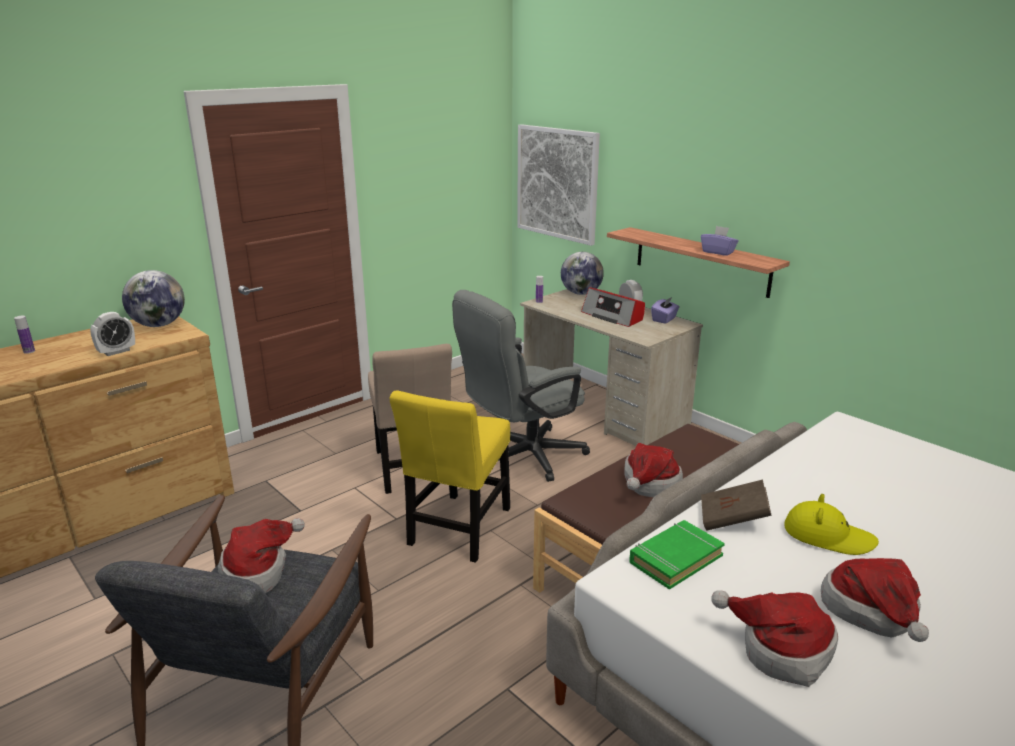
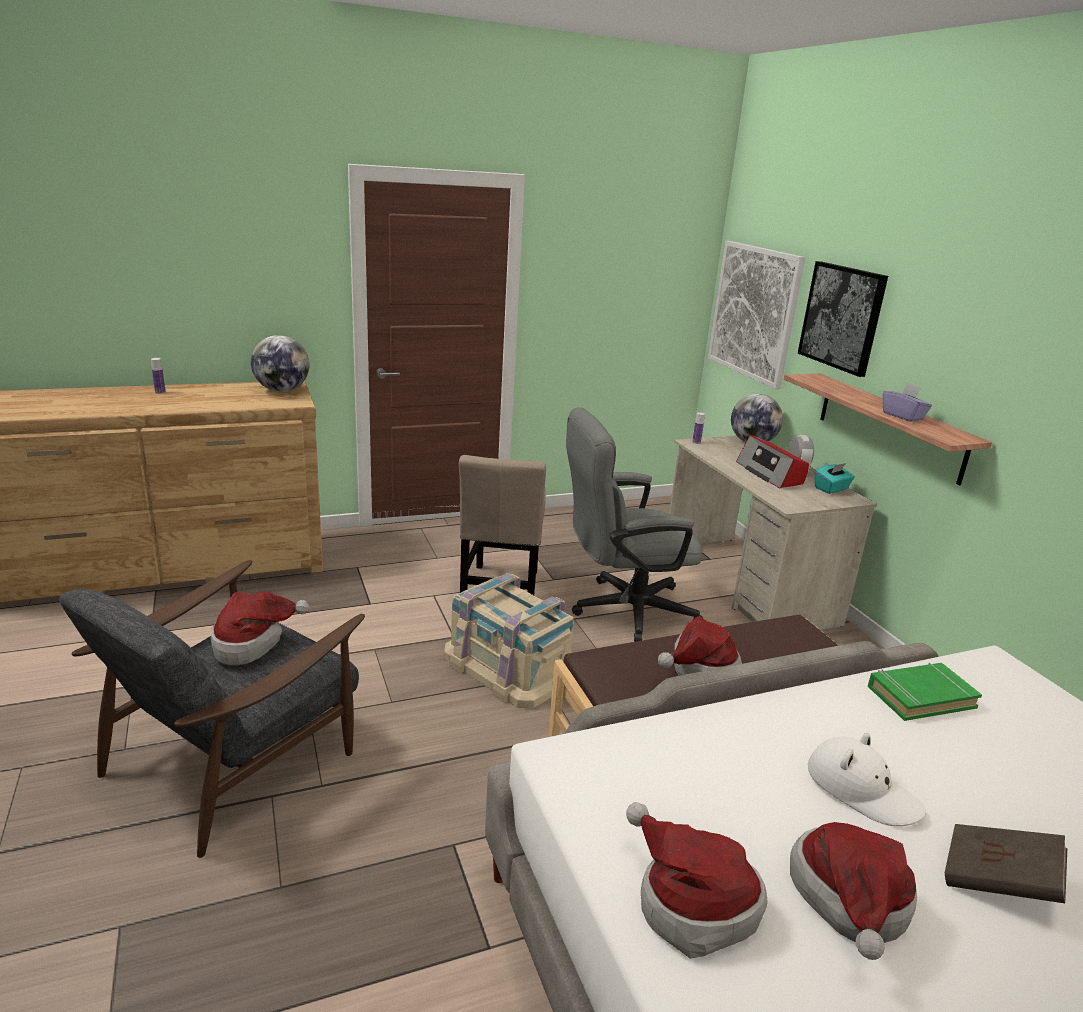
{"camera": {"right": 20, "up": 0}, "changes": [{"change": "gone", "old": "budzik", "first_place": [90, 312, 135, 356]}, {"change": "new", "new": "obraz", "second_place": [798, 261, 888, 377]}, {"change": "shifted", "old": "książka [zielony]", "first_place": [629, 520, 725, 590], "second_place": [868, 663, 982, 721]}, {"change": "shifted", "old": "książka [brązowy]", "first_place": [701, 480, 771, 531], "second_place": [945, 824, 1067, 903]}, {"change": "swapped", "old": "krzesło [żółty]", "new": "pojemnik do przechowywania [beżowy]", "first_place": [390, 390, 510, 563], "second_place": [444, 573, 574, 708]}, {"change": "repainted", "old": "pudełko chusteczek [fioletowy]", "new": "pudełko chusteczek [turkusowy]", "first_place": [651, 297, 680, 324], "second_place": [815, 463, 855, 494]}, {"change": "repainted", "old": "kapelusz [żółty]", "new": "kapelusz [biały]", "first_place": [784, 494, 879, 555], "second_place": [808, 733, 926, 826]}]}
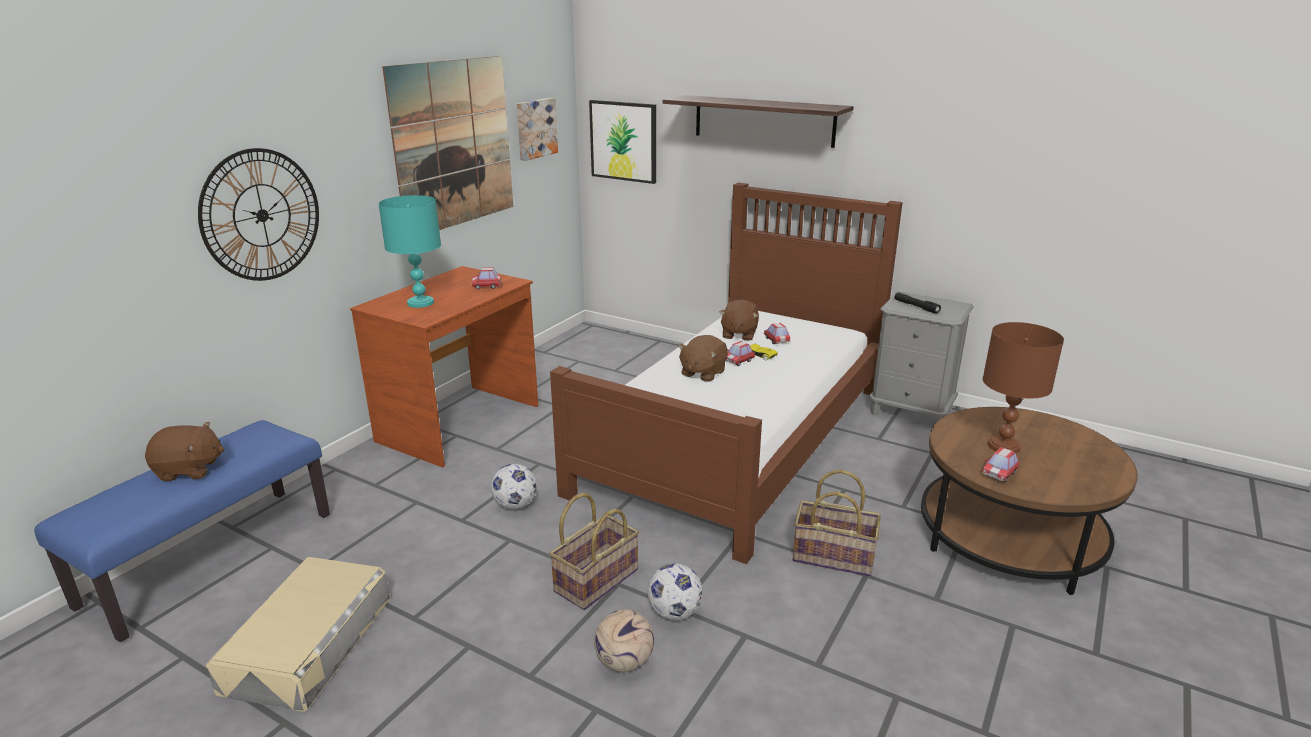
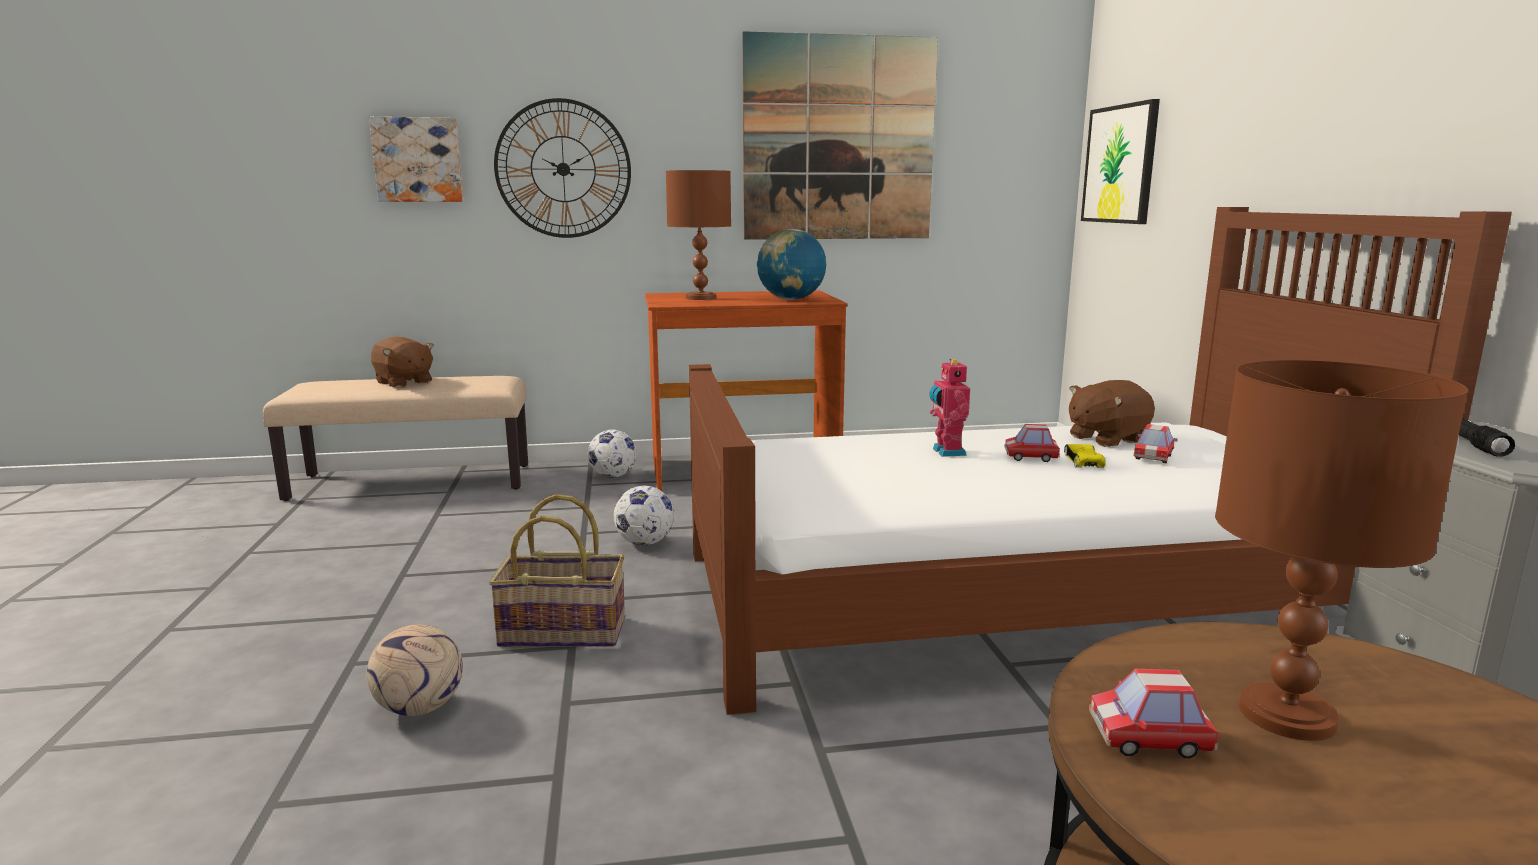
{"camera": {"right": 50, "up": -10}, "changes": [{"change": "gone", "old": "pojemnik do przechowywania [beżowy]", "first_place": [206, 557, 390, 712]}, {"change": "gone", "old": "półka", "first_place": [663, 95, 854, 148]}, {"change": "gone", "old": "koszyk", "first_place": [793, 469, 881, 576]}, {"change": "shifted", "old": "obraz", "first_place": [517, 98, 558, 161], "second_place": [369, 117, 463, 202]}, {"change": "shifted", "old": "piłka futbolowa", "first_place": [648, 564, 703, 621], "second_place": [588, 429, 637, 478]}, {"change": "swapped", "old": "samochodzik", "new": "globus", "first_place": [472, 267, 501, 289], "second_place": [757, 229, 826, 300]}, {"change": "swapped", "old": "pluszak [brązowy]", "new": "robot zabawkowy", "first_place": [678, 335, 728, 382], "second_place": [929, 359, 970, 457]}, {"change": "repainted", "old": "ławka [niebieski]", "new": "ławka [beżowy]", "first_place": [34, 420, 330, 642], "second_place": [263, 376, 528, 501]}, {"change": "repainted", "old": "lampa stołowa [turkusowy]", "new": "lampa stołowa [brązowy]", "first_place": [378, 195, 441, 308], "second_place": [666, 170, 731, 300]}]}
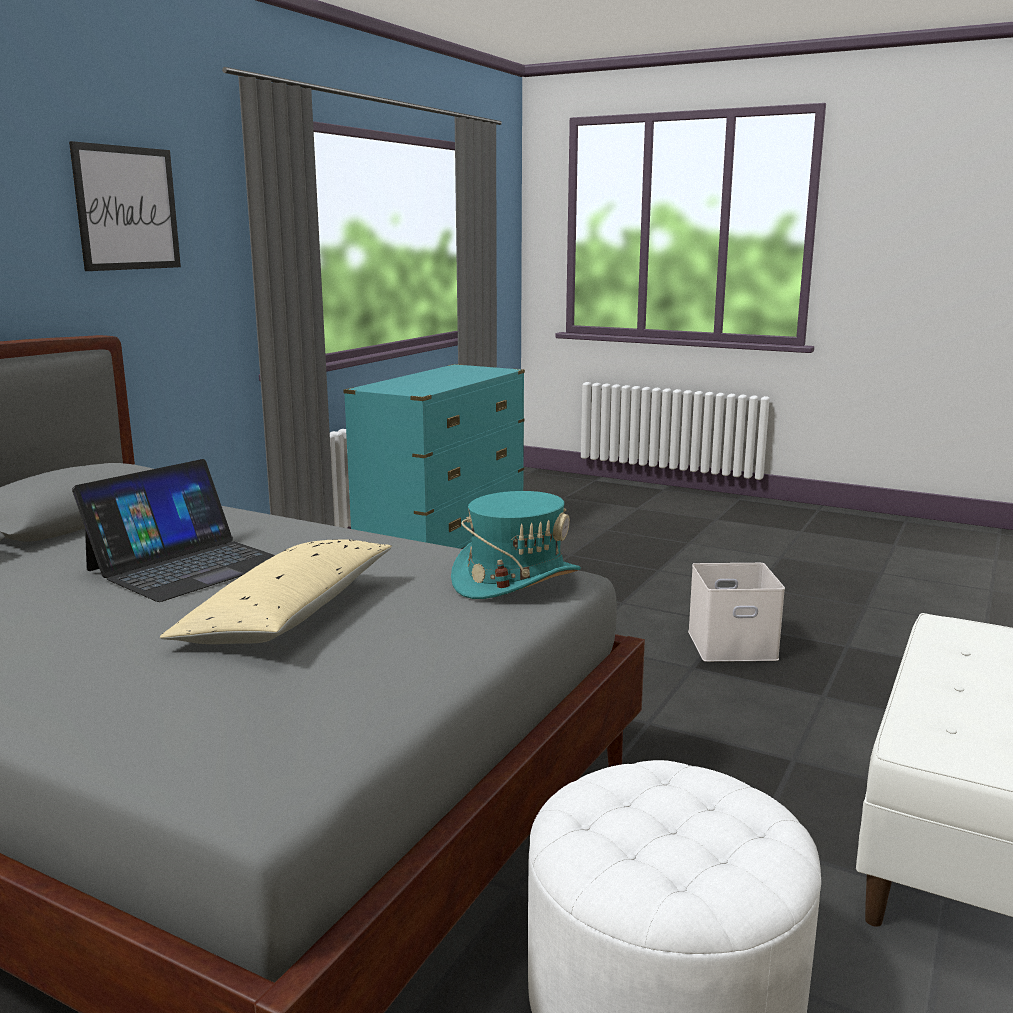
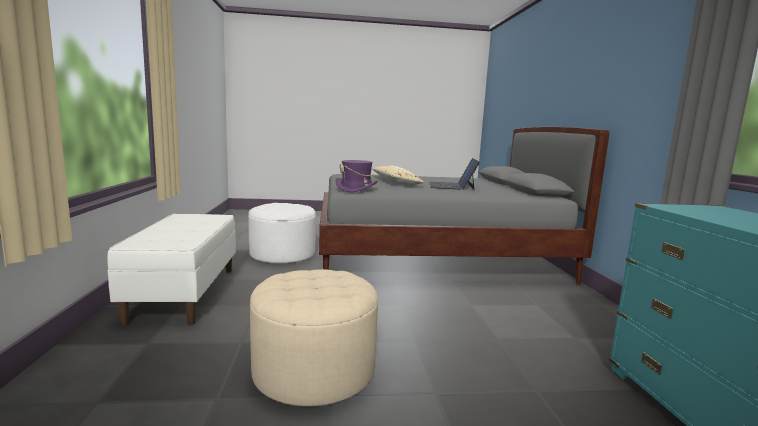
{"camera": {"right": 145, "up": -5}, "changes": [{"change": "gone", "old": "obraz", "first_place": [69, 141, 181, 271]}, {"change": "swapped", "old": "pojemnik do przechowywania [biały]", "new": "pufa [beżowy]", "first_place": [688, 563, 785, 662], "second_place": [250, 269, 378, 407]}, {"change": "repainted", "old": "kapelusz [turkusowy]", "new": "kapelusz [fioletowy]", "first_place": [451, 491, 581, 599], "second_place": [335, 160, 377, 192]}]}
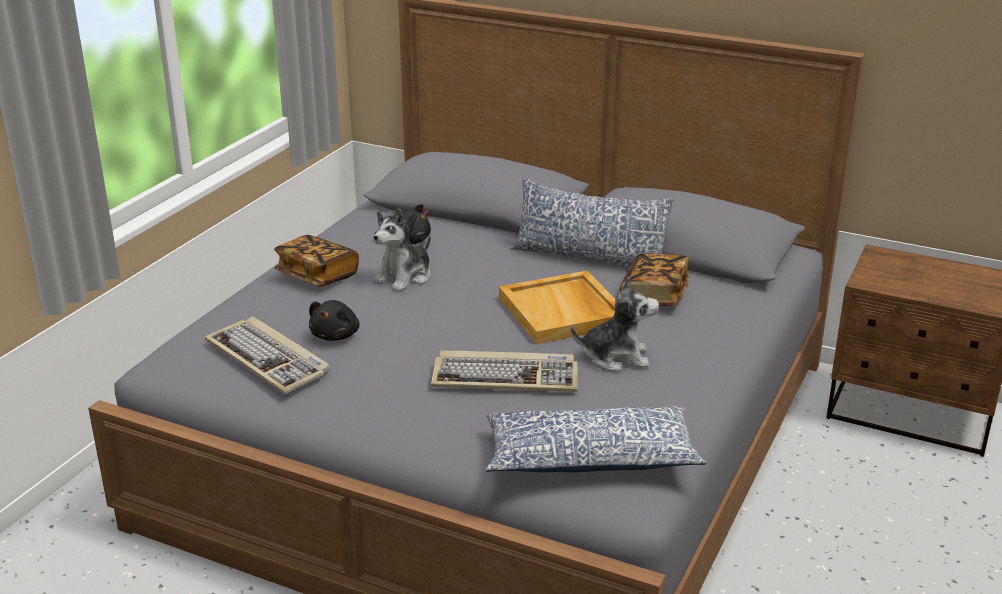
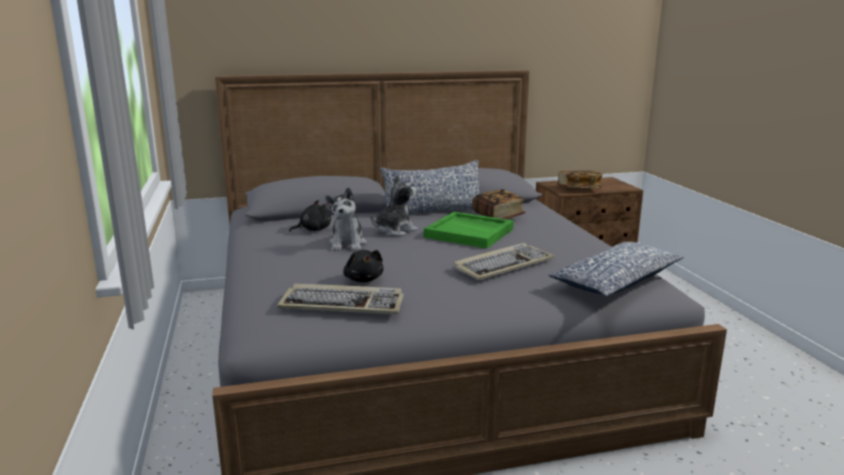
{"camera": {"right": -40, "up": -10}, "changes": [{"change": "shifted", "old": "książka", "first_place": [274, 235, 359, 287], "second_place": [558, 171, 603, 188]}, {"change": "shifted", "old": "pluszak", "first_place": [571, 277, 659, 372], "second_place": [370, 175, 418, 236]}, {"change": "repainted", "old": "taca [beżowy]", "new": "taca [zielony]", "first_place": [499, 270, 615, 344], "second_place": [424, 212, 514, 249]}]}
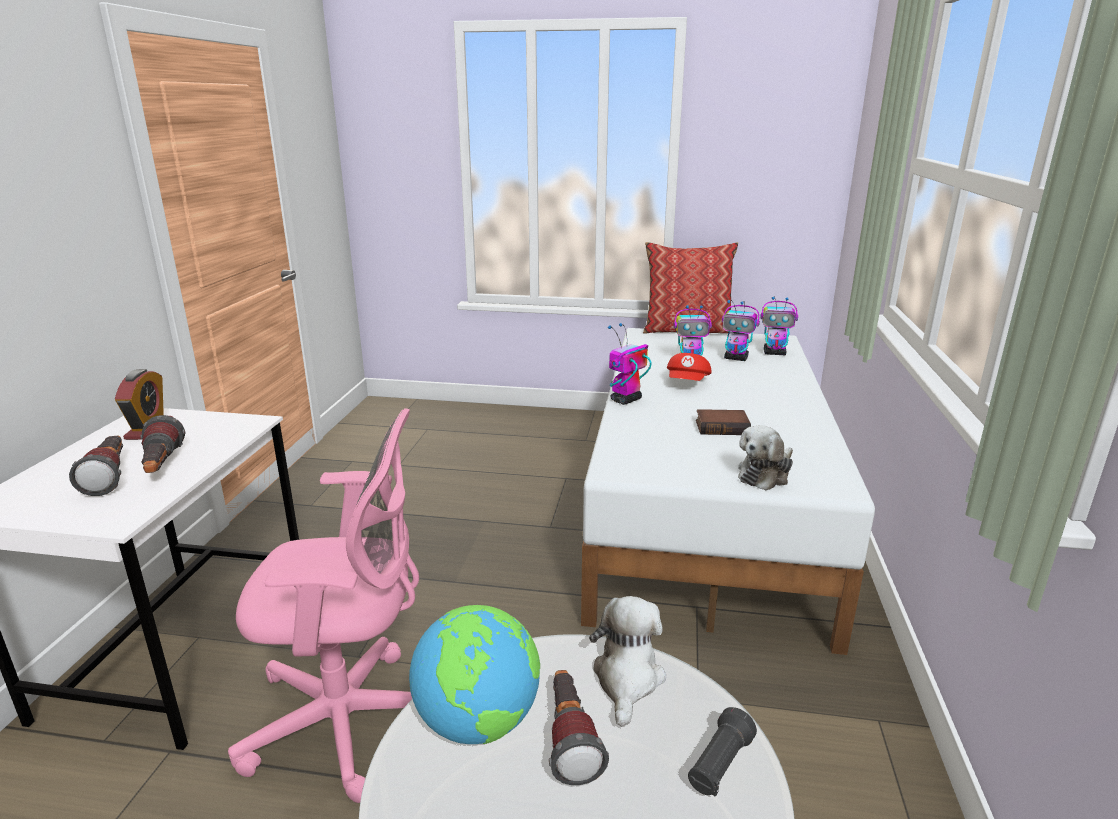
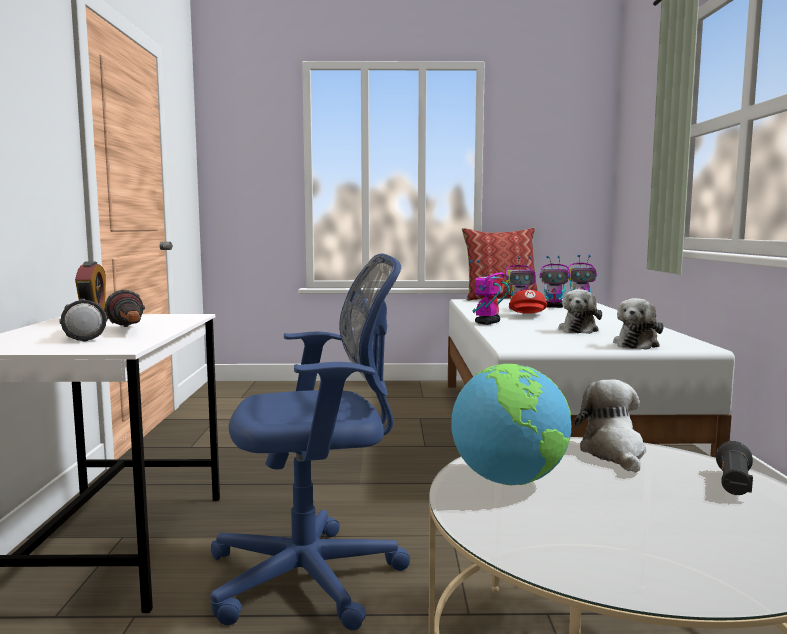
{"camera": {"right": -10, "up": -15}, "changes": [{"change": "gone", "old": "latarka", "first_place": [549, 670, 609, 785]}, {"change": "swapped", "old": "książka", "new": "pluszak", "first_place": [696, 409, 751, 435], "second_place": [558, 289, 602, 334]}, {"change": "repainted", "old": "krzesło biurowe [różowy]", "new": "krzesło biurowe [niebieski]", "first_place": [228, 408, 419, 803], "second_place": [210, 254, 410, 630]}]}
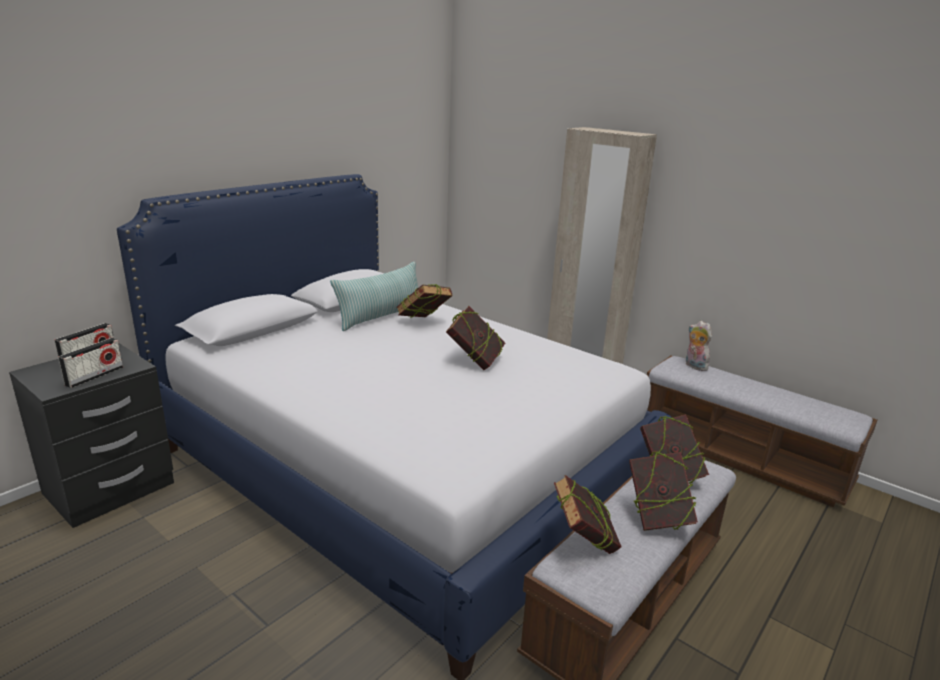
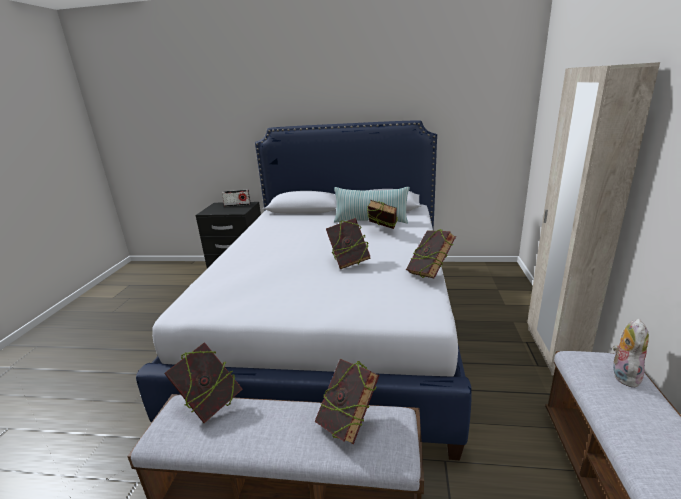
{"camera": {"right": 60, "up": 0}, "changes": [{"change": "gone", "old": "radio", "first_place": [58, 338, 123, 388]}, {"change": "shifted", "old": "książka", "first_place": [629, 451, 698, 531], "second_place": [406, 228, 456, 278]}]}
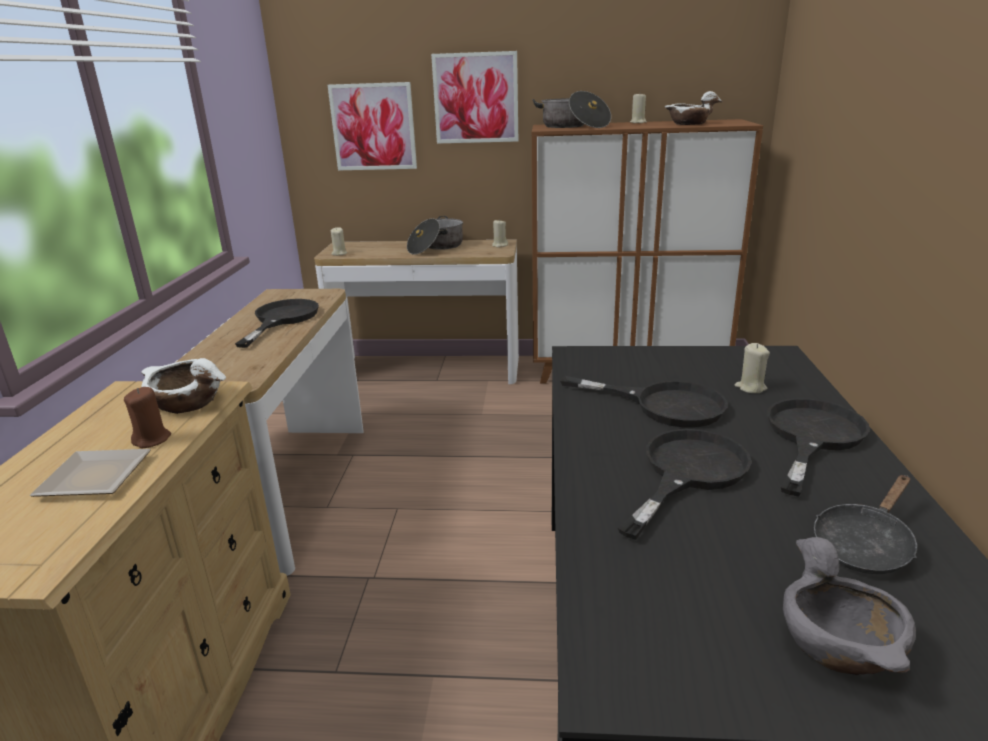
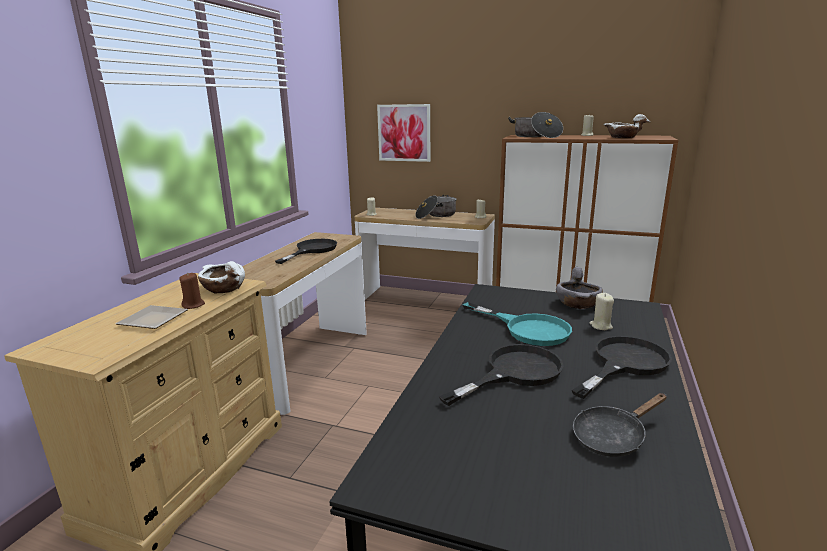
{"camera": {"right": 15, "up": -5}, "changes": [{"change": "gone", "old": "obraz", "first_place": [431, 51, 518, 144]}, {"change": "shifted", "old": "miska [szary]", "first_place": [783, 537, 916, 675], "second_place": [556, 267, 603, 309]}, {"change": "repainted", "old": "patelnia [czarny]", "new": "patelnia [turkusowy]", "first_place": [560, 376, 728, 428], "second_place": [463, 302, 572, 346]}]}
